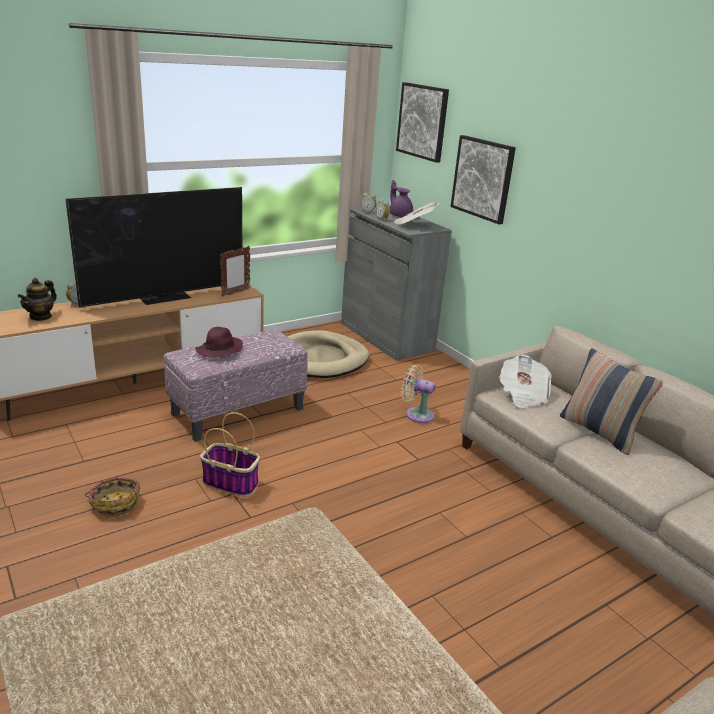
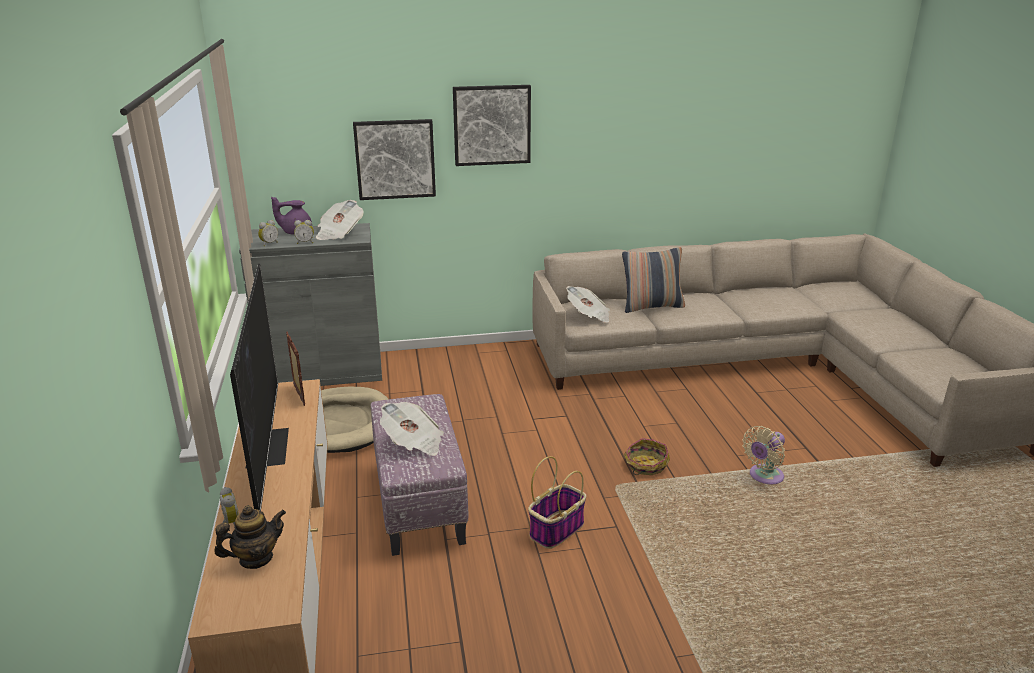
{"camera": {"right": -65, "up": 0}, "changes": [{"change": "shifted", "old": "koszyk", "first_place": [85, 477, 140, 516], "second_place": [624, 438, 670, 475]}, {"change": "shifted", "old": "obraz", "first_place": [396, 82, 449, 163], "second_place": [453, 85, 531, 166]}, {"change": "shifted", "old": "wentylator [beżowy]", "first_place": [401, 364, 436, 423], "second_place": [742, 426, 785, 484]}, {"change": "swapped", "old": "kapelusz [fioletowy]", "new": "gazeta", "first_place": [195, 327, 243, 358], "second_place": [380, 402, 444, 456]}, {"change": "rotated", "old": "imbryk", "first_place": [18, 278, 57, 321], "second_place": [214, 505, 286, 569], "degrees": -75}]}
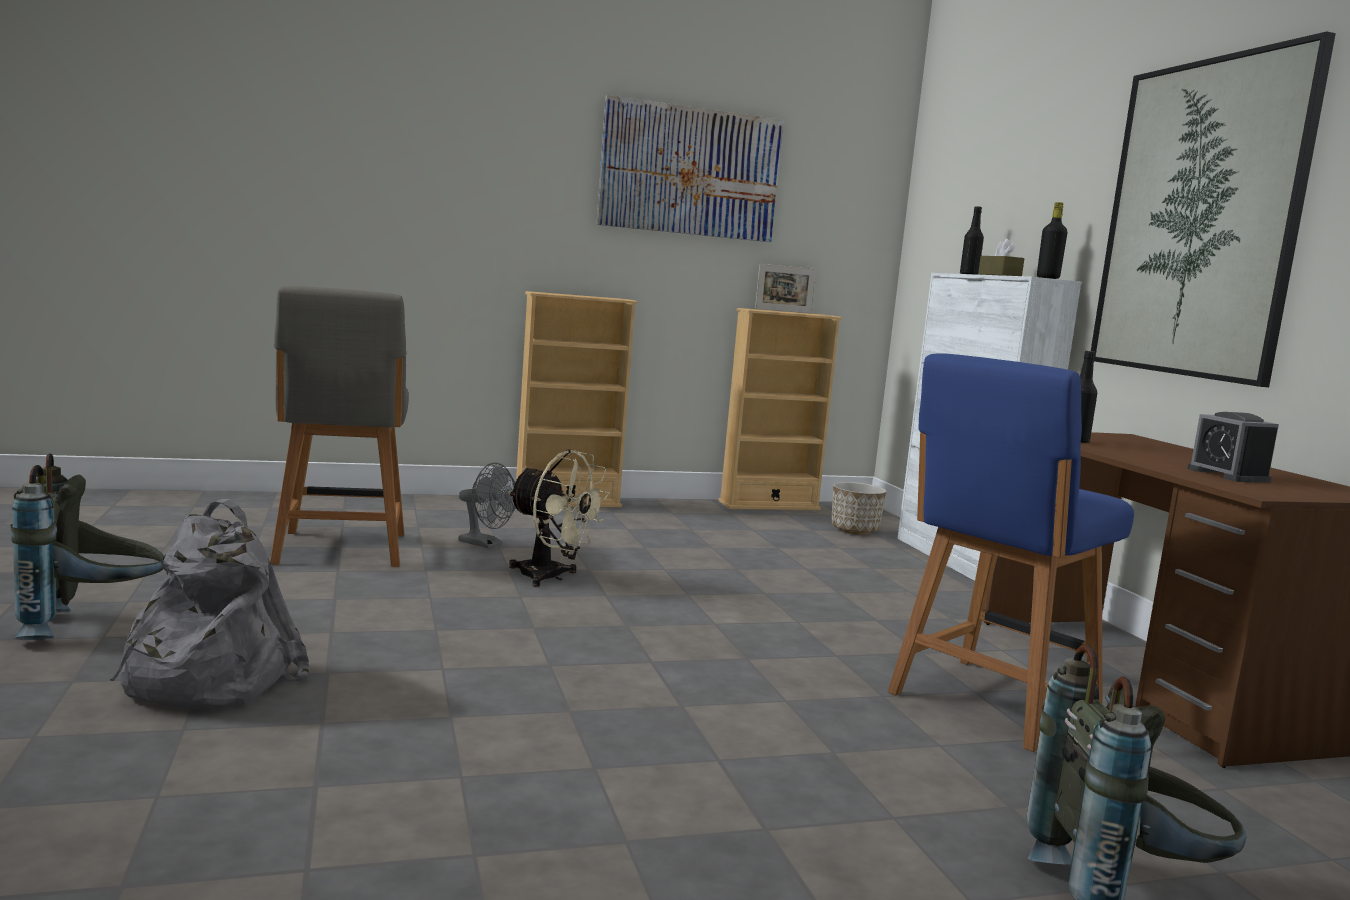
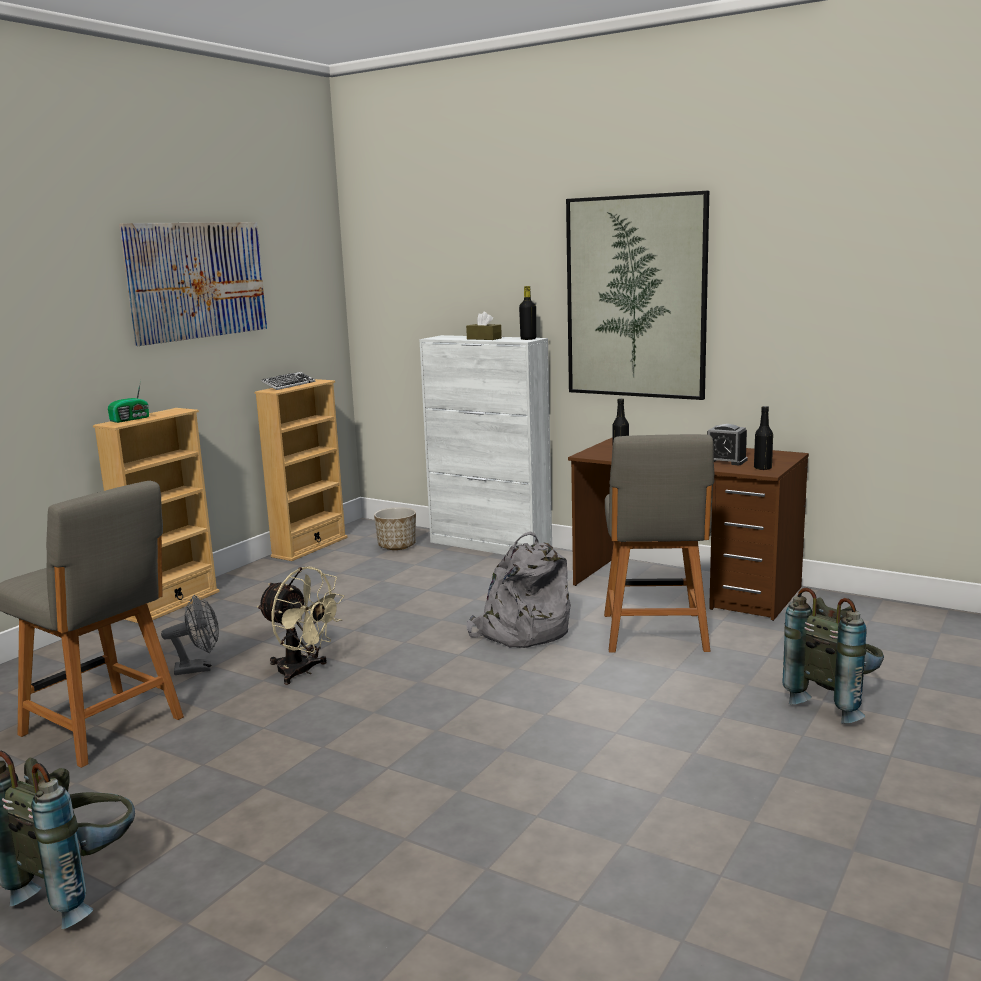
{"camera": {"right": -40, "up": 5}, "changes": [{"change": "new", "new": "radio", "second_place": [108, 380, 149, 423]}, {"change": "shifted", "old": "plecak [szary]", "first_place": [110, 499, 310, 709], "second_place": [466, 531, 571, 648]}, {"change": "shifted", "old": "butelka [czarny]", "first_place": [960, 206, 984, 275], "second_place": [754, 406, 773, 470]}, {"change": "swapped", "old": "ramka na zdjęcie", "new": "klawiatura", "first_place": [755, 264, 816, 313], "second_place": [261, 372, 315, 390]}, {"change": "repainted", "old": "krzesło [niebieski]", "new": "krzesło [szary]", "first_place": [888, 353, 1134, 752], "second_place": [604, 434, 714, 653]}, {"change": "rotated", "old": "wentylator [beżowy]", "first_place": [508, 449, 610, 587], "second_place": [257, 567, 345, 685], "degrees": 45}]}
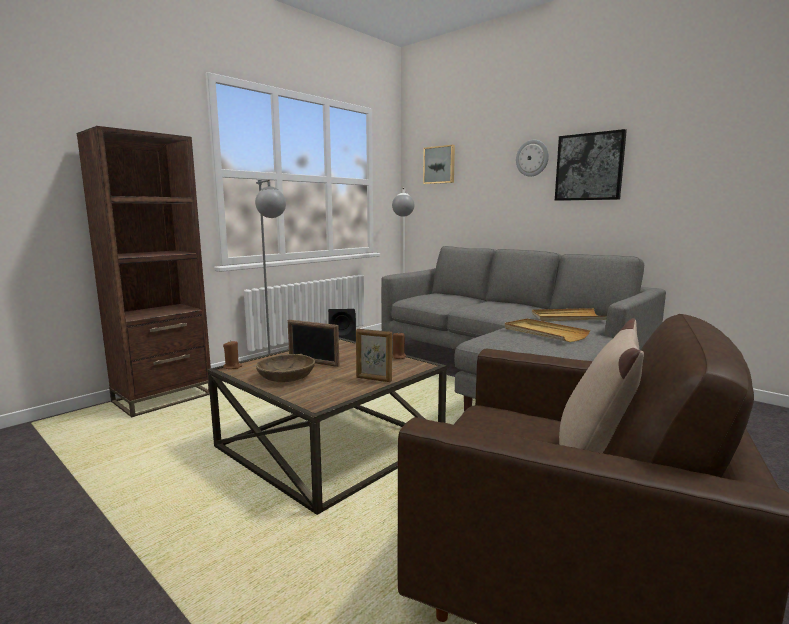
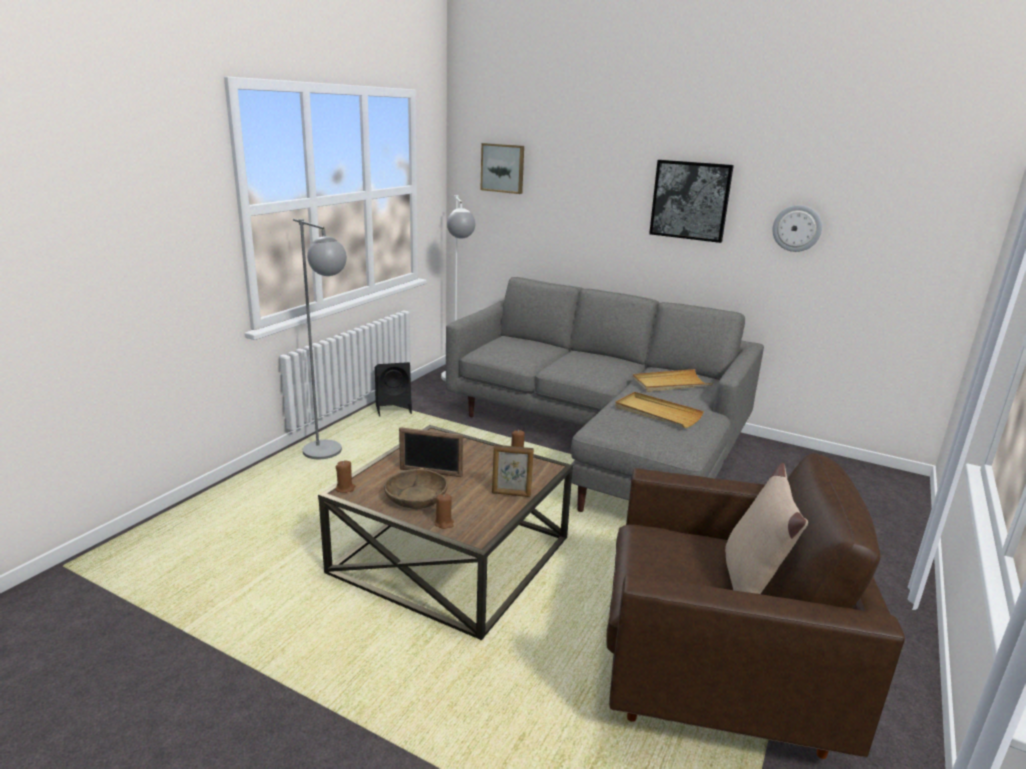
{"camera": {"right": -15, "up": 10}, "changes": [{"change": "gone", "old": "regał [brązowy]", "first_place": [77, 126, 211, 417]}, {"change": "new", "new": "świeca [brązowy]", "second_place": [435, 493, 454, 529]}, {"change": "shifted", "old": "zegar ścienny", "first_place": [516, 140, 549, 177], "second_place": [773, 205, 822, 252]}]}
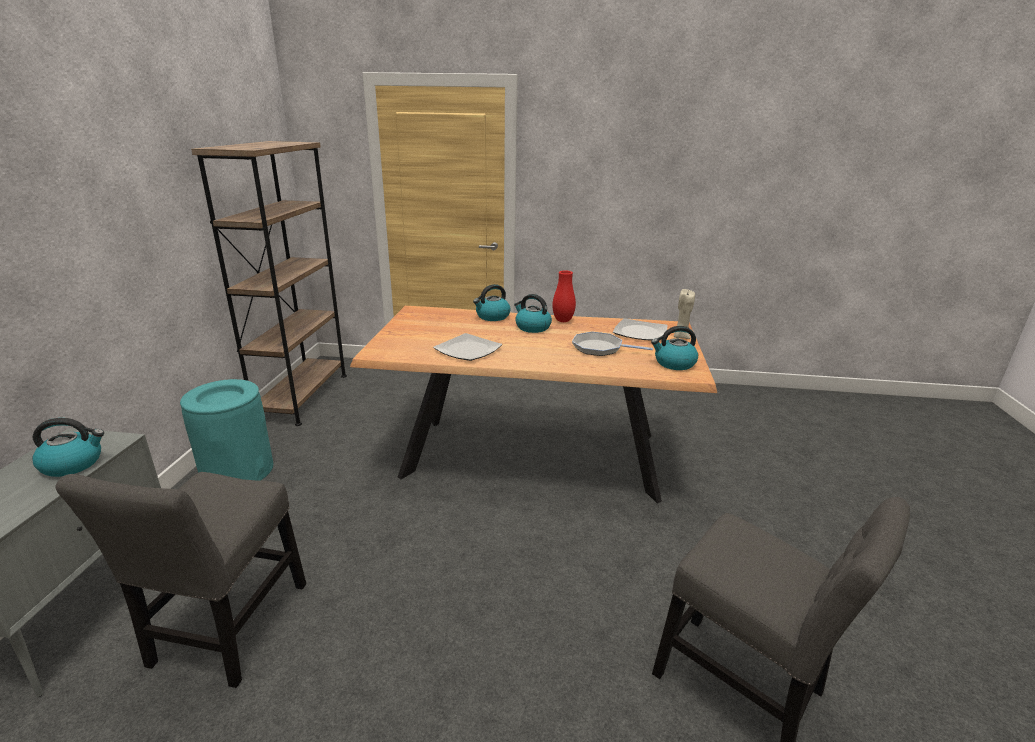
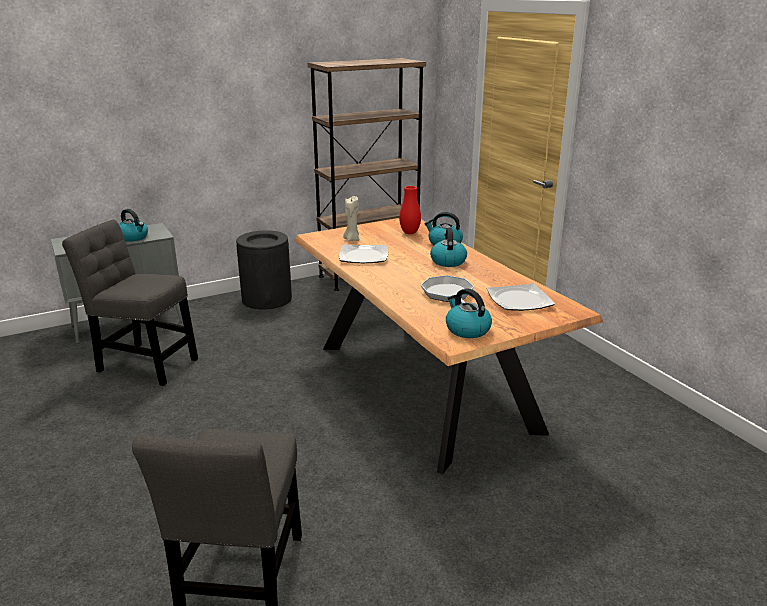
{"camera": {"right": 55, "up": 0}, "changes": [{"change": "shifted", "old": "wazon [czerwony]", "first_place": [552, 270, 576, 322], "second_place": [399, 186, 421, 234]}, {"change": "shifted", "old": "świeca [beżowy]", "first_place": [674, 289, 695, 339], "second_place": [343, 196, 359, 241]}, {"change": "repainted", "old": "kosz na śmieci [turkusowy]", "new": "kosz na śmieci [czarny]", "first_place": [180, 379, 273, 481], "second_place": [236, 230, 292, 309]}, {"change": "rotated", "old": "krzesło [szary]", "first_place": [55, 472, 306, 688], "second_place": [62, 220, 198, 386], "degrees": 45}]}
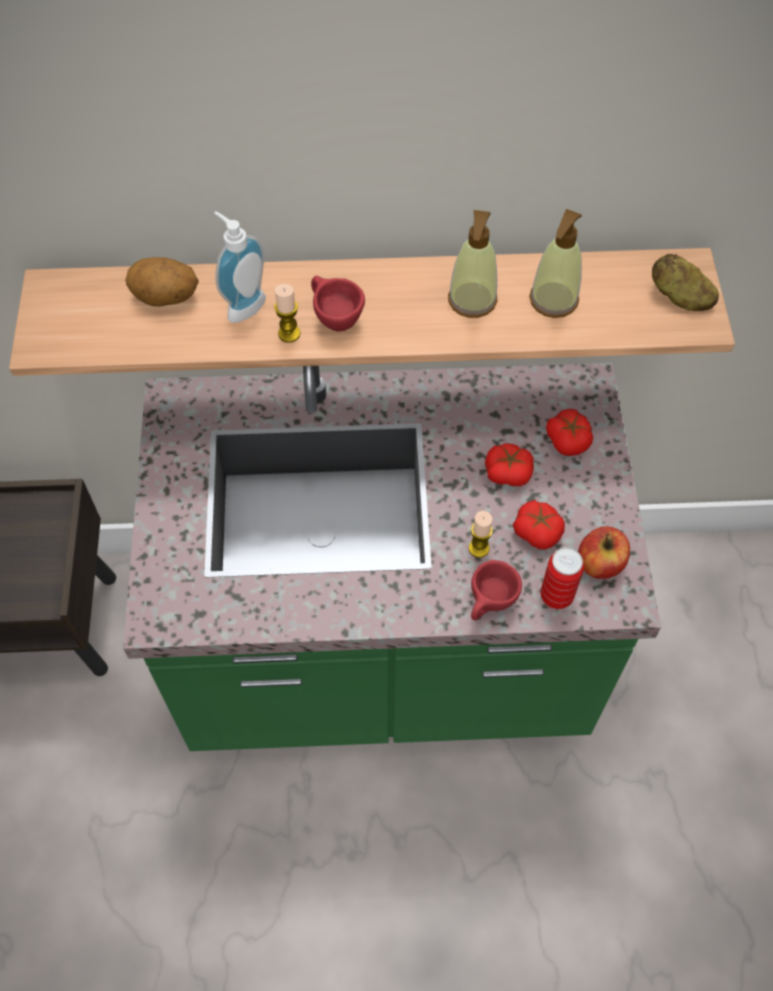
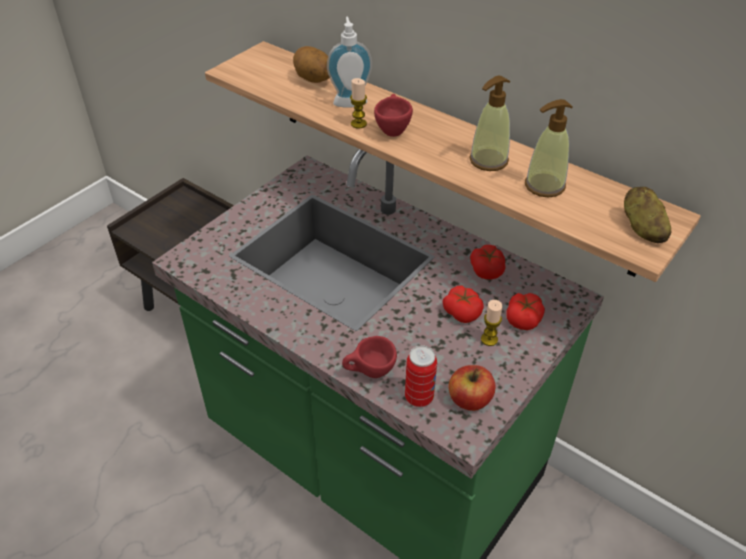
{"camera": {"right": 40, "up": -15}, "changes": [{"change": "shifted", "old": "świeca", "first_place": [469, 510, 493, 558], "second_place": [481, 300, 503, 346]}, {"change": "shifted", "old": "pomidor", "first_place": [513, 500, 565, 550], "second_place": [470, 245, 505, 279]}]}
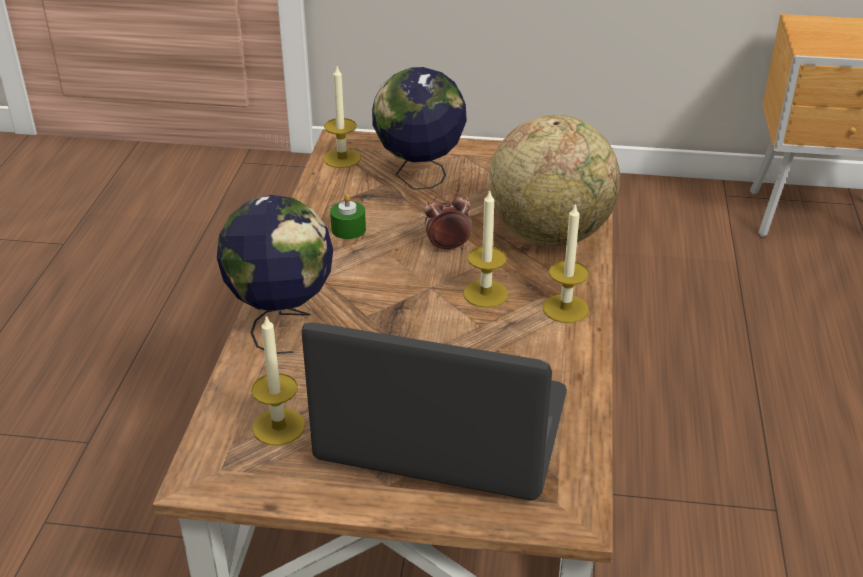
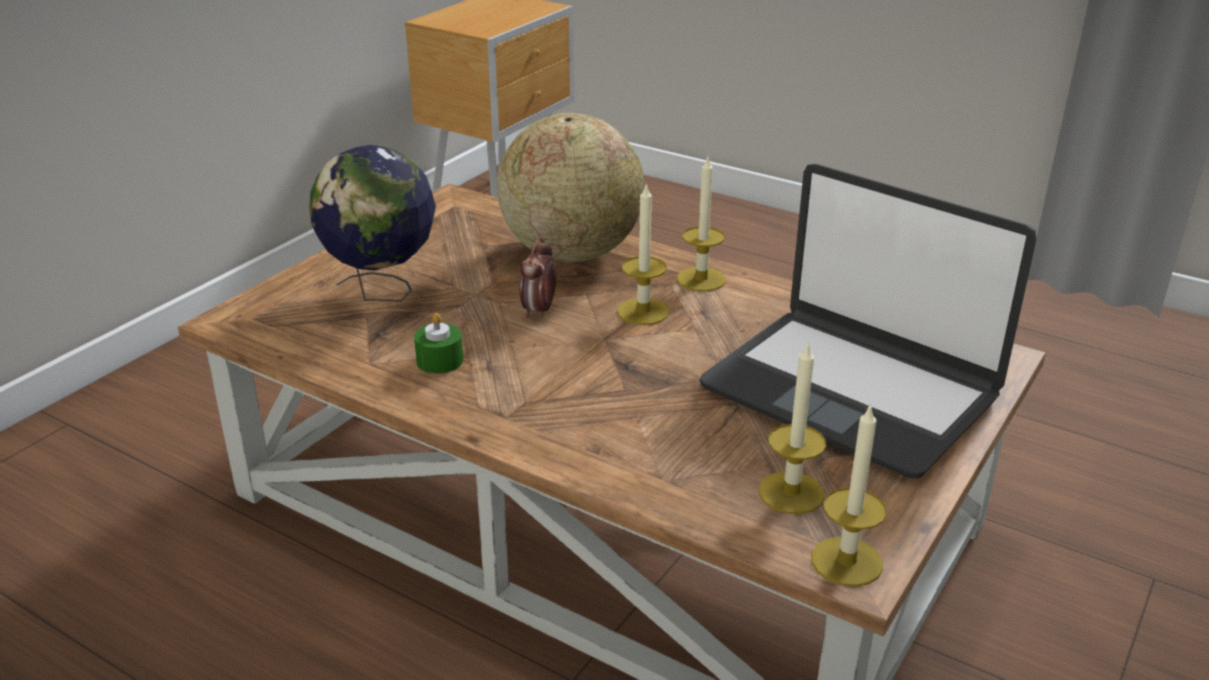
{"camera": {"right": -65, "up": -5}, "changes": [{"change": "gone", "old": "globus", "first_place": [217, 195, 333, 354]}, {"change": "shifted", "old": "świeca", "first_place": [323, 66, 361, 168], "second_place": [811, 403, 887, 587]}, {"change": "rotated", "old": "laptop", "first_place": [302, 322, 567, 500], "second_place": [700, 164, 1036, 479], "degrees": -90}]}
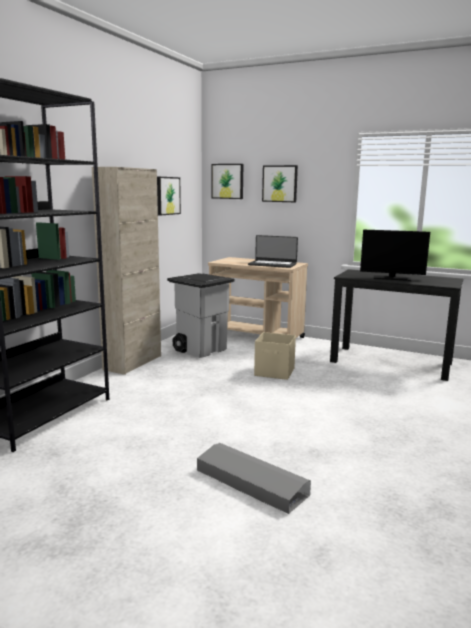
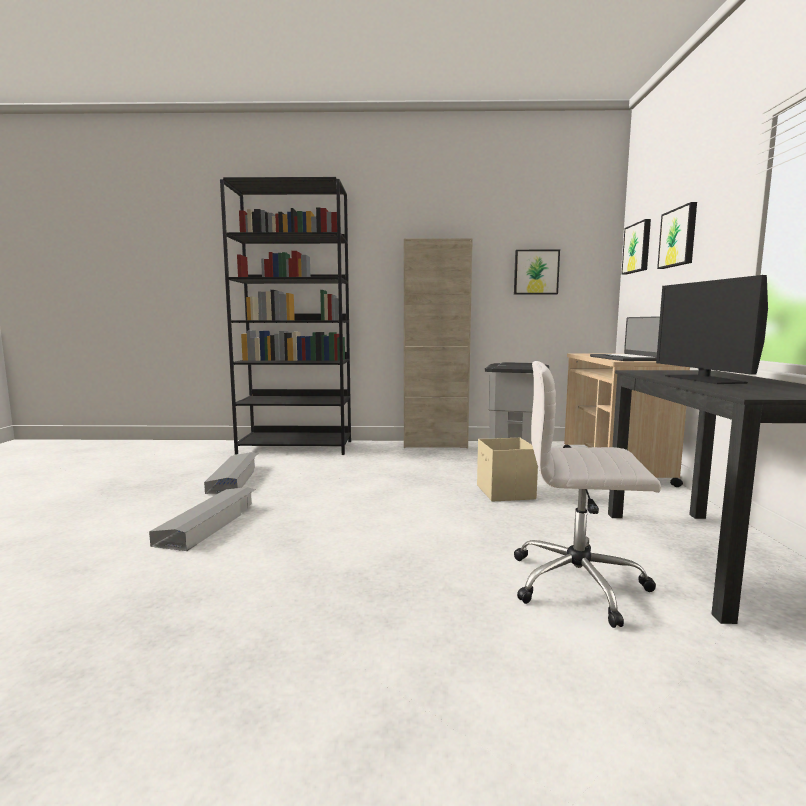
{"camera": {"right": 65, "up": -5}, "changes": [{"change": "new", "new": "pojemnik do przechowywania [szary]", "second_place": [204, 452, 258, 494]}, {"change": "new", "new": "krzesło biurowe [biały]", "second_place": [514, 361, 661, 628]}]}
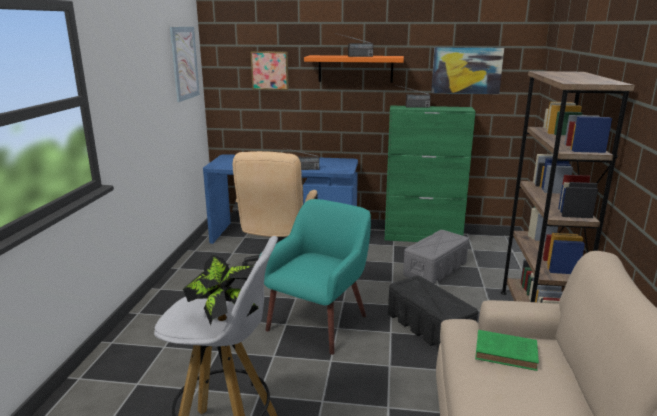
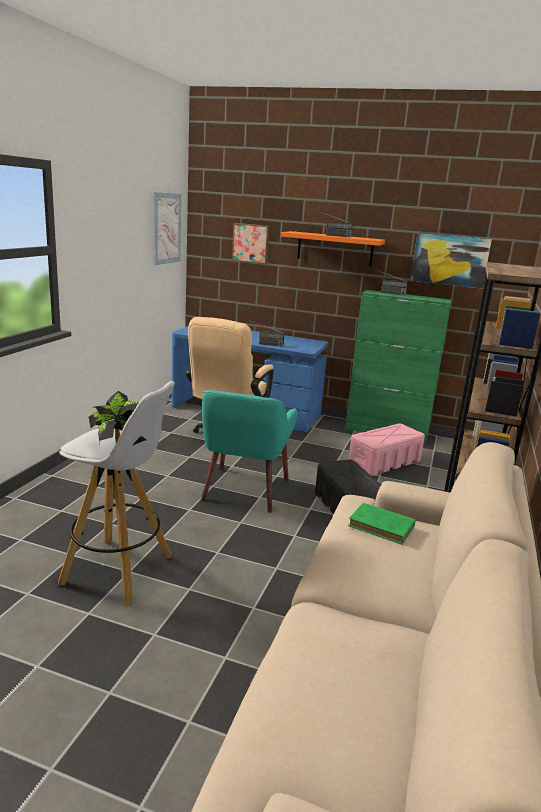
{"camera": {"right": 10, "up": 0}, "changes": [{"change": "repainted", "old": "pojemnik do przechowywania [szary]", "new": "pojemnik do przechowywania [różowy]", "first_place": [403, 230, 469, 284], "second_place": [348, 423, 425, 476]}, {"change": "rotated", "old": "fotel [turkusowy]", "first_place": [259, 199, 371, 355], "second_place": [201, 390, 298, 513], "degrees": 150}]}
